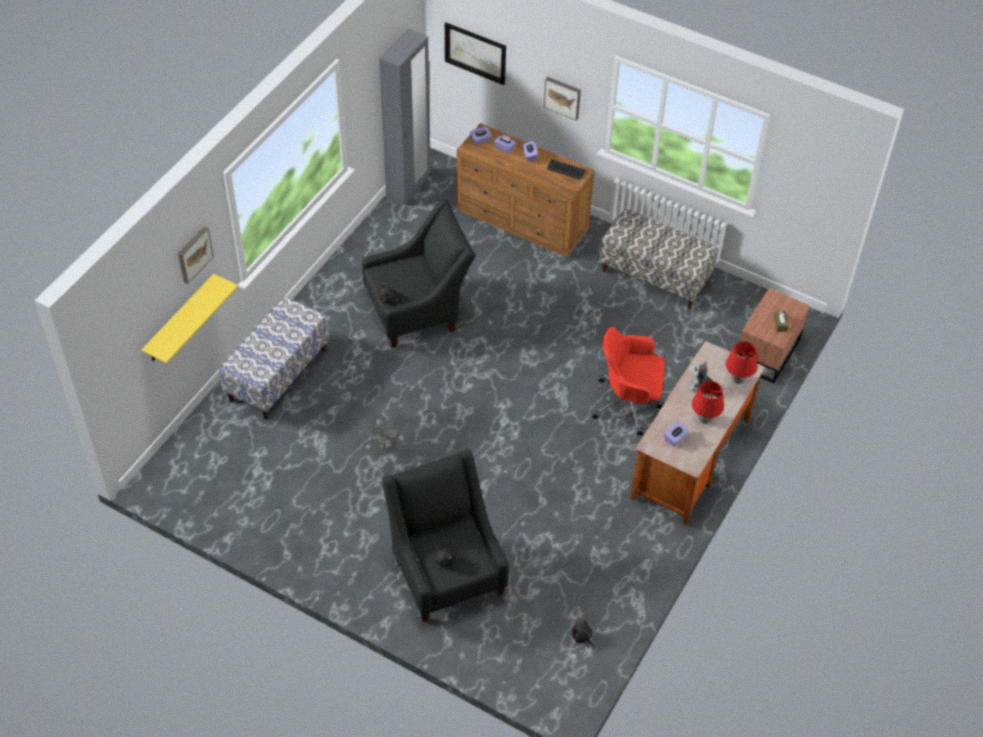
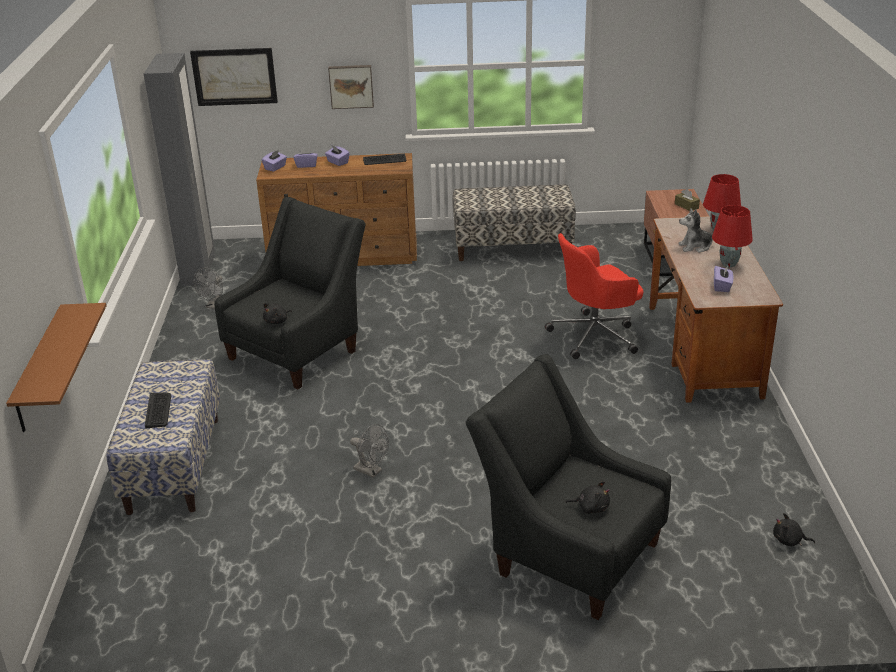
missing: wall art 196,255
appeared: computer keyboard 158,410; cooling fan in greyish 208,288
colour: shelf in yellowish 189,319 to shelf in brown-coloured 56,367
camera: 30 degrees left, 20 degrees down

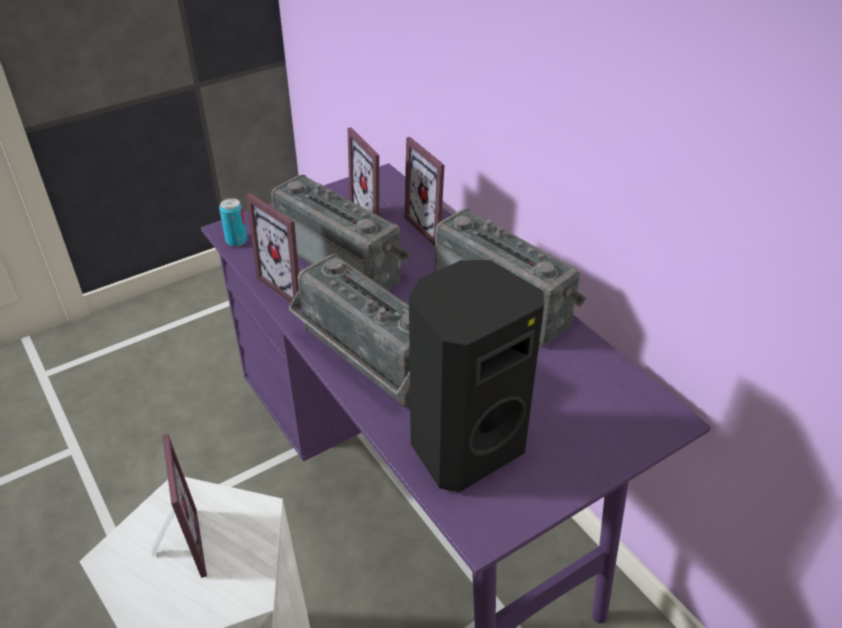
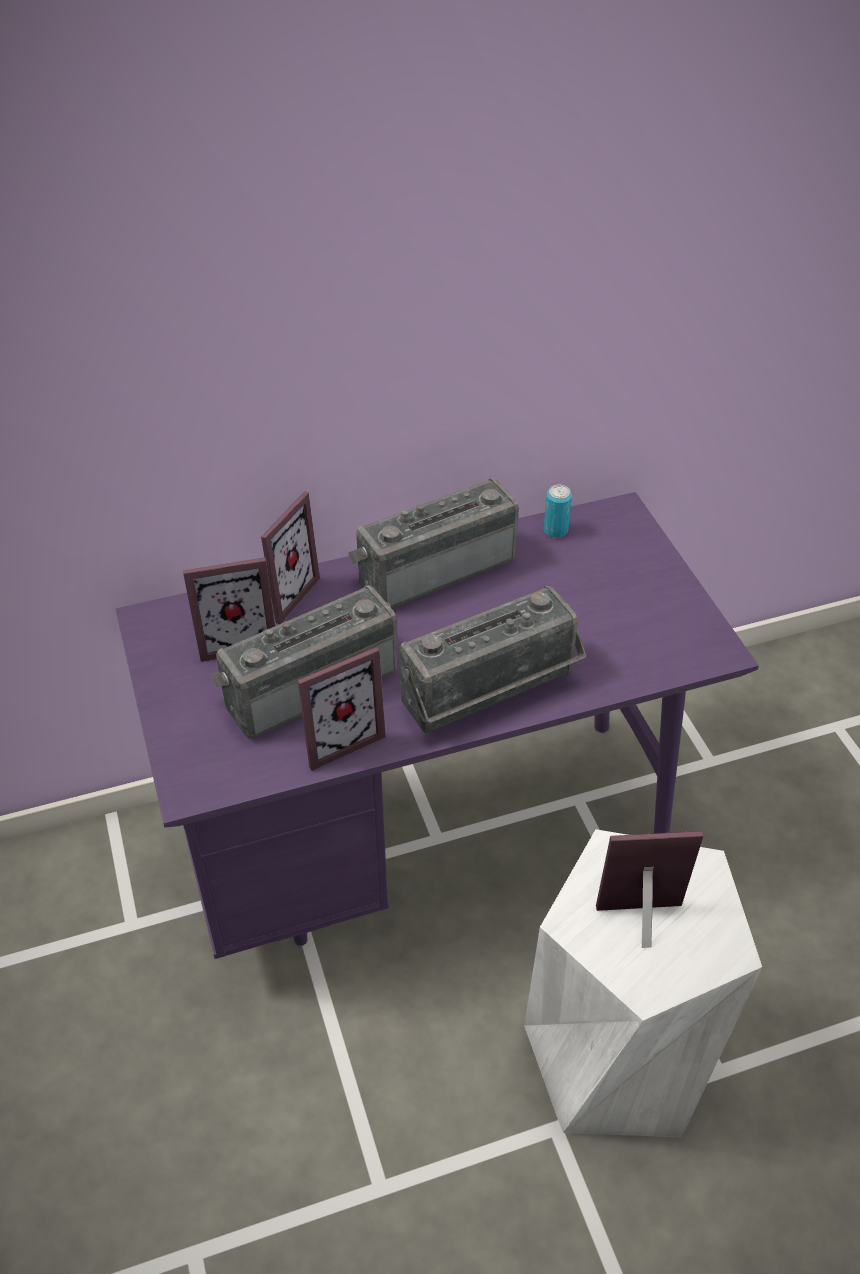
missing: speaker in blackish 476,376
relocated: metal can 233,222 to 558,511
spun: photo frame 426,192 = 290,557 45 degrees counterclockwise
camera: 75 degrees left, 5 degrees up

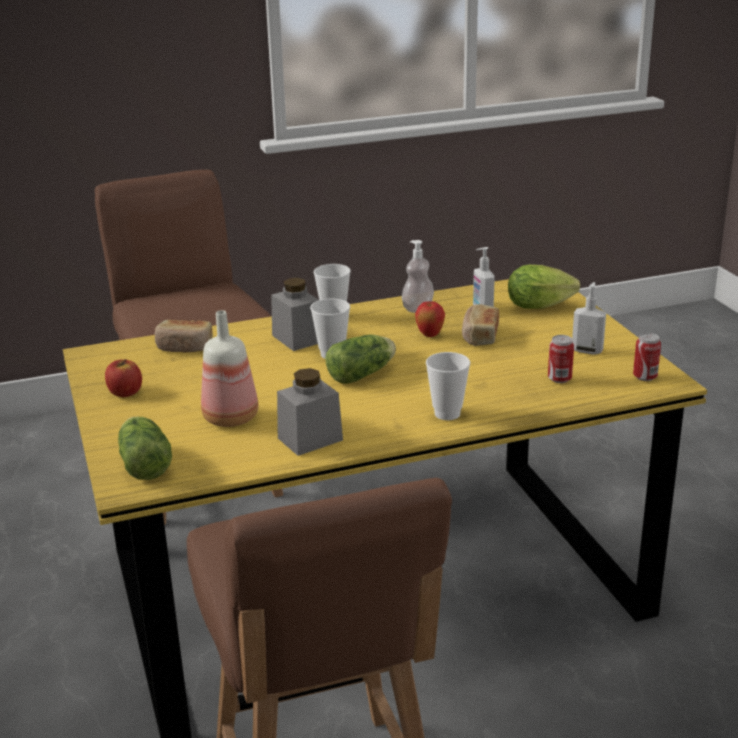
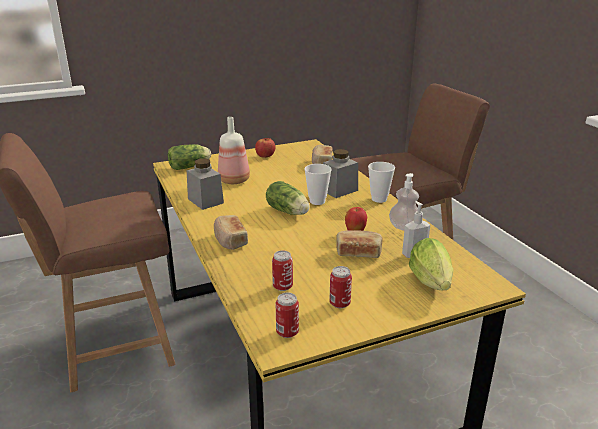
exchanged: cup 448,386 to bakery bread 231,232; liquid soap bottle 589,318 to metal can 340,287
camera: 85 degrees right, 0 degrees up

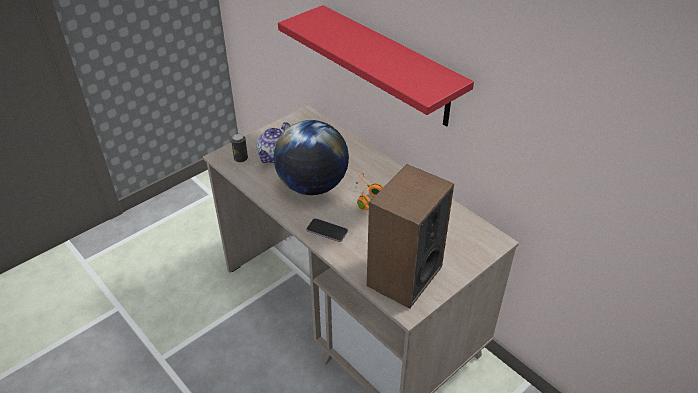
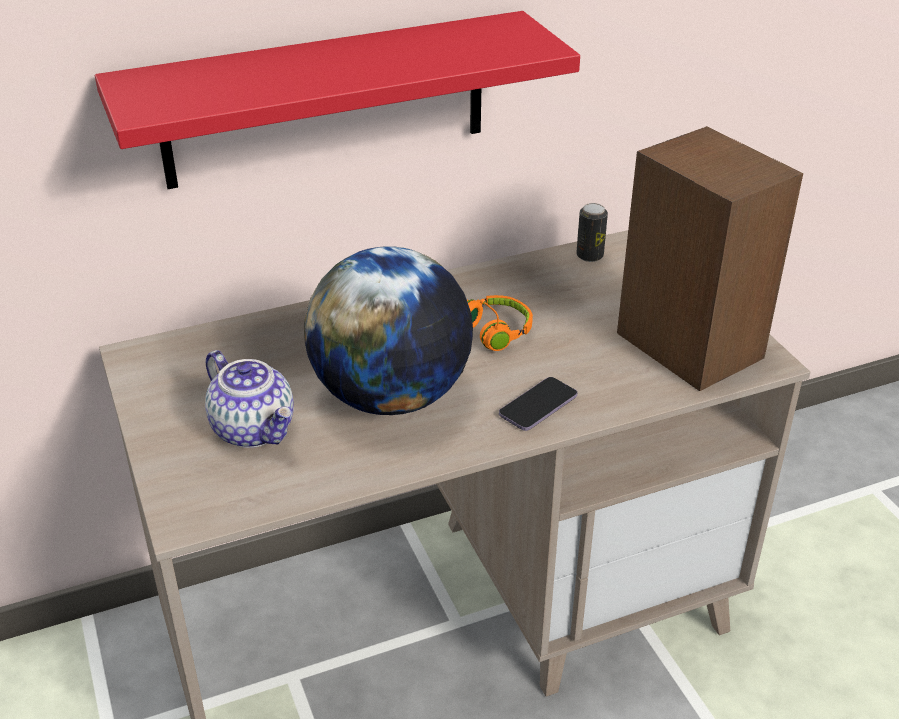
relocated: metal can 239,148 to 592,232
camera: 70 degrees left, 5 degrees down

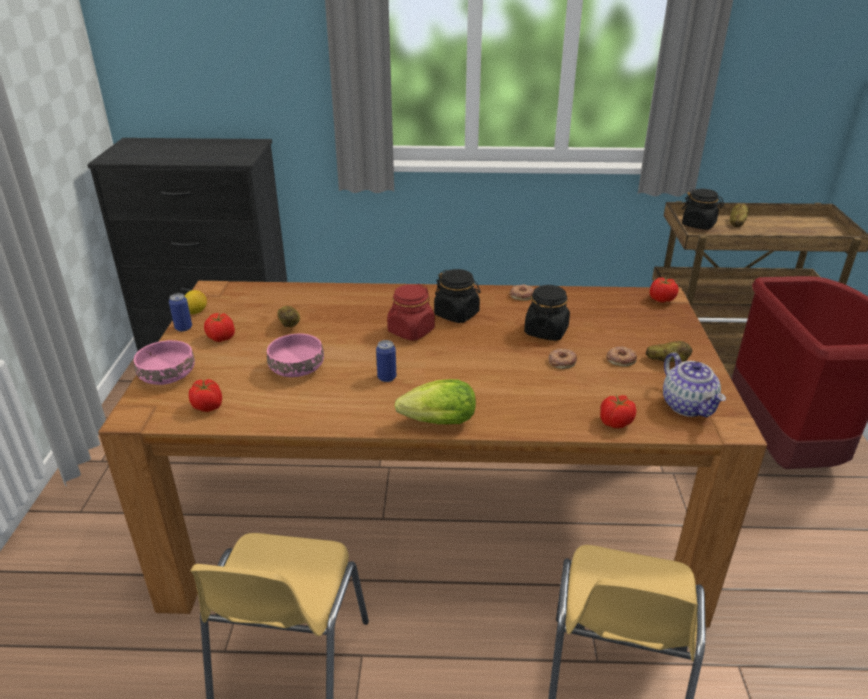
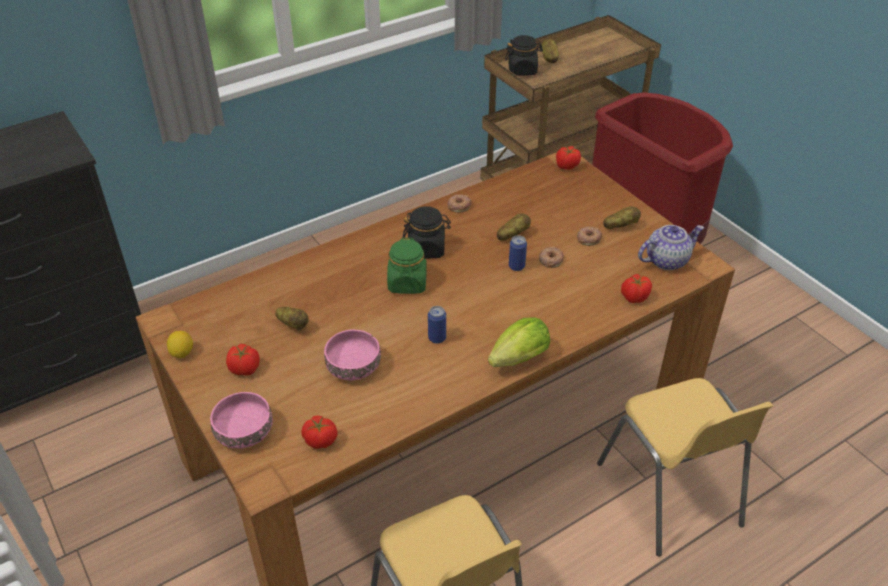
relocated: metal can 180,312 to 518,253
exchanged: jar in blackish 547,313 to potato 514,227
colour: jar in red 411,312 to jar in green 407,266
spun: pot for tea 694,384 = 671,247 60 degrees counterclockwise
camera: 35 degrees left, 10 degrees up

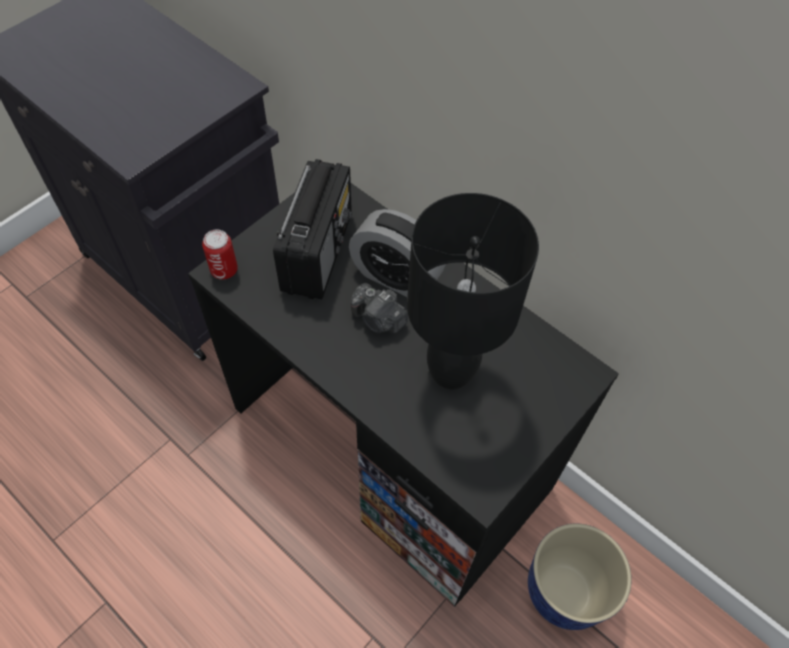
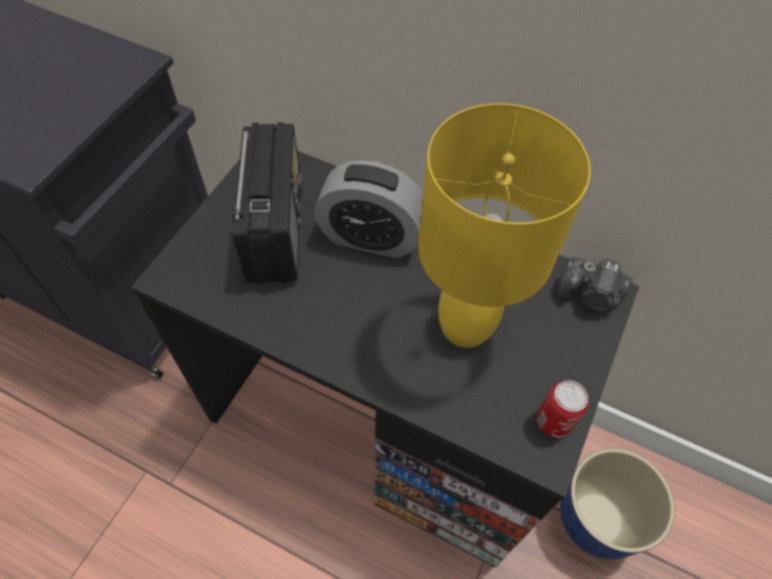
relocated: metal can 220,254 to 563,409; still camera 379,308 to 596,284
colour: lamp for a table in blackish 473,291 to lamp for a table in yellowish 504,225
camera: 15 degrees left, 0 degrees up

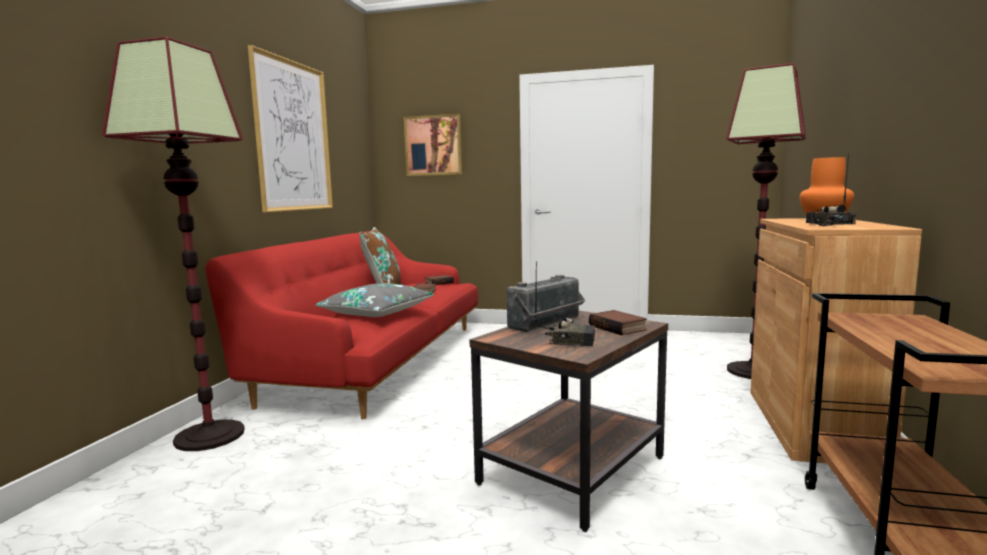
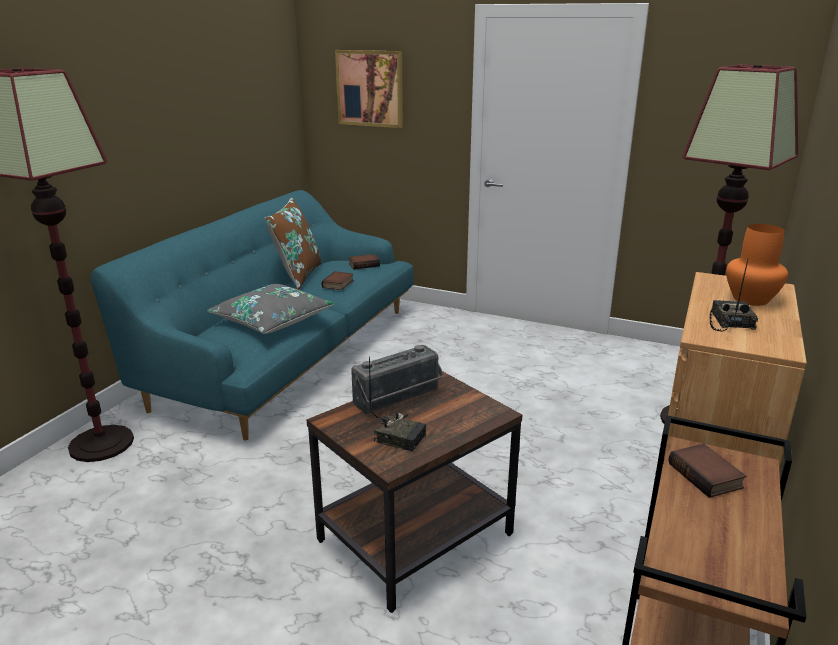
missing: wall art 290,128
relocated: volume 618,322 to 707,471
colour: settee in red 342,325 to settee in blue-green 252,315
camera: 10 degrees right, 15 degrees up

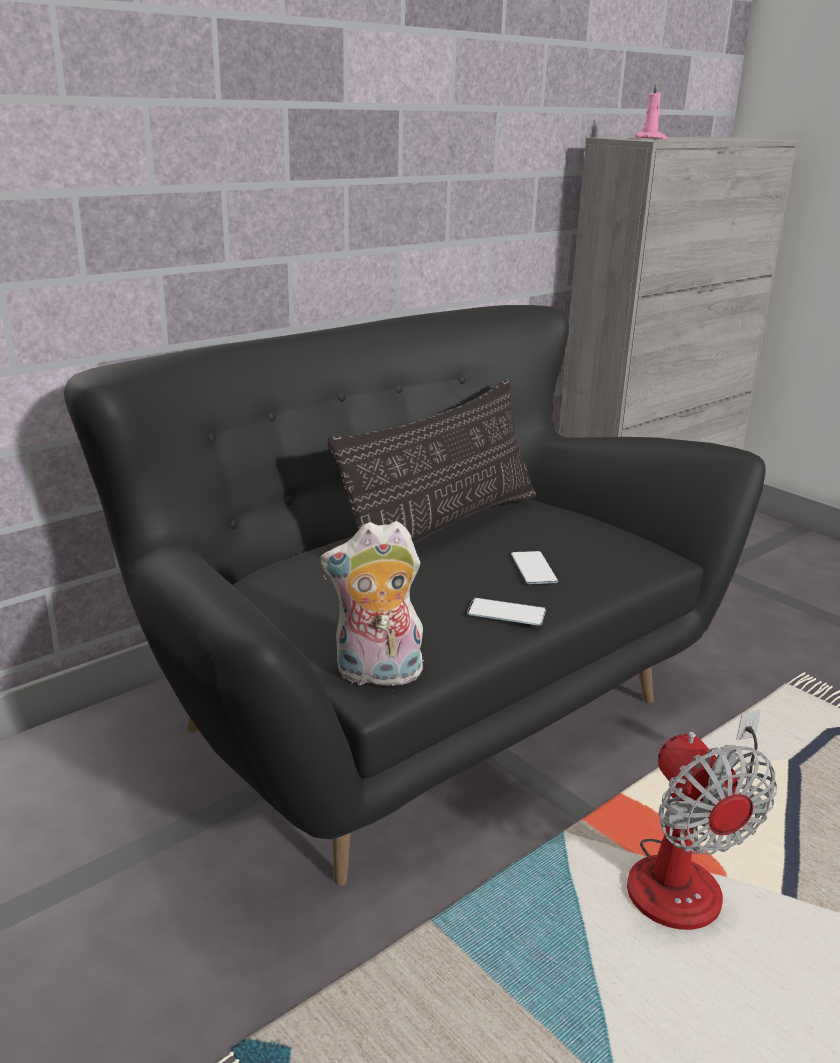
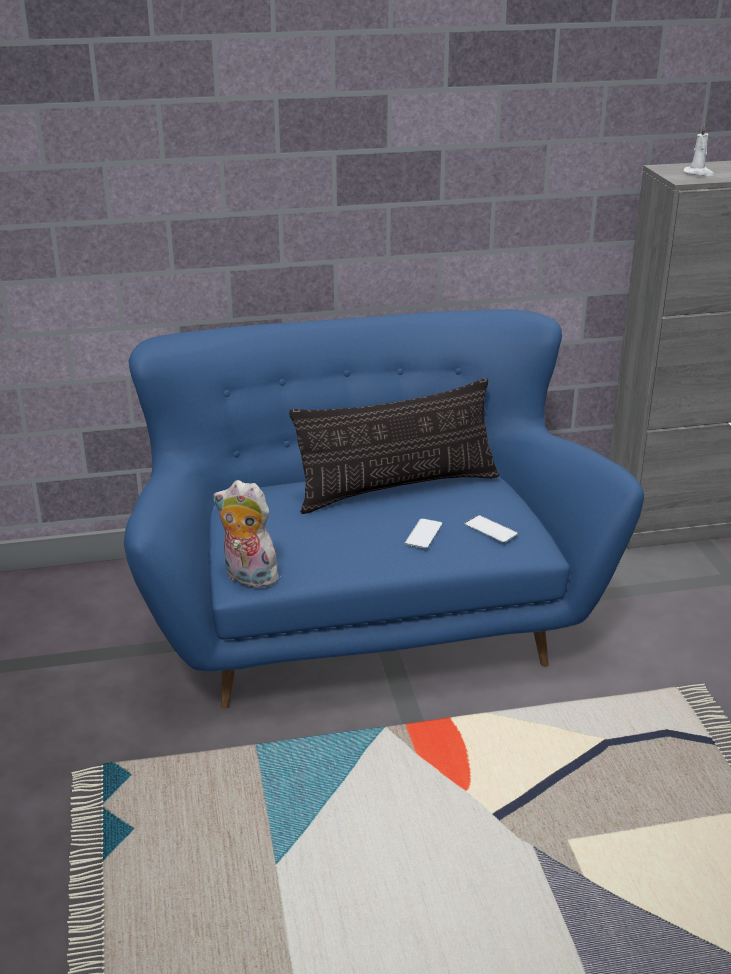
missing: cooling fan 702,820
relocated: phone 506,612 to 491,529
colour: settee in blackish 414,595 to settee in blue-coloured 384,509; wax light in pink-coloured 651,110 to wax light in white-coloured 699,150
camera: 30 degrees right, 5 degrees up

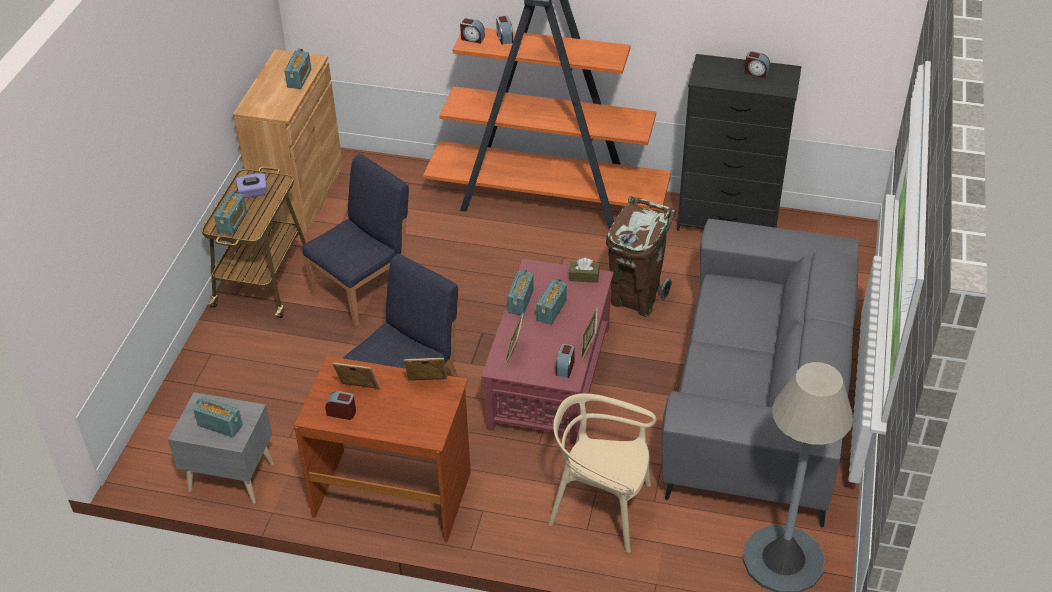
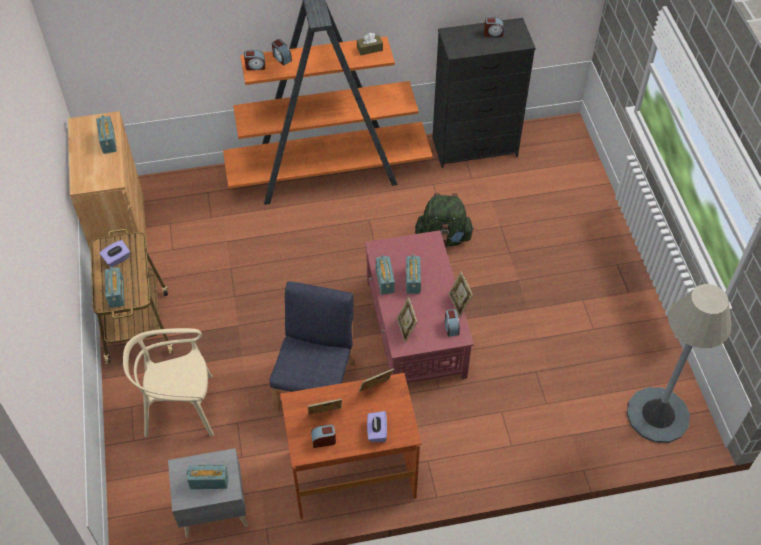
missing: plain chair in blue-coloured 355,240; settee in greyish 760,373
appeared: box of tissues in purple 377,426
relocated: plain chair in beige-coloured 602,473 to 168,382; box of tissues in brown-coloured 584,270 to 370,44
exchanged: waste bin in brown-coloured 640,257 to backpack in green 444,220
camera: 25 degrees left, 10 degrees up

